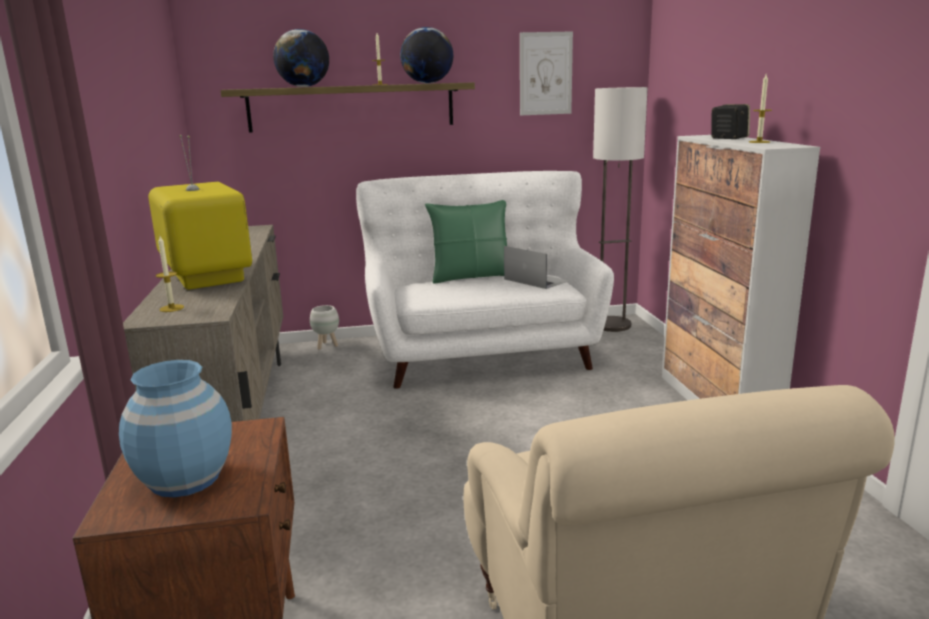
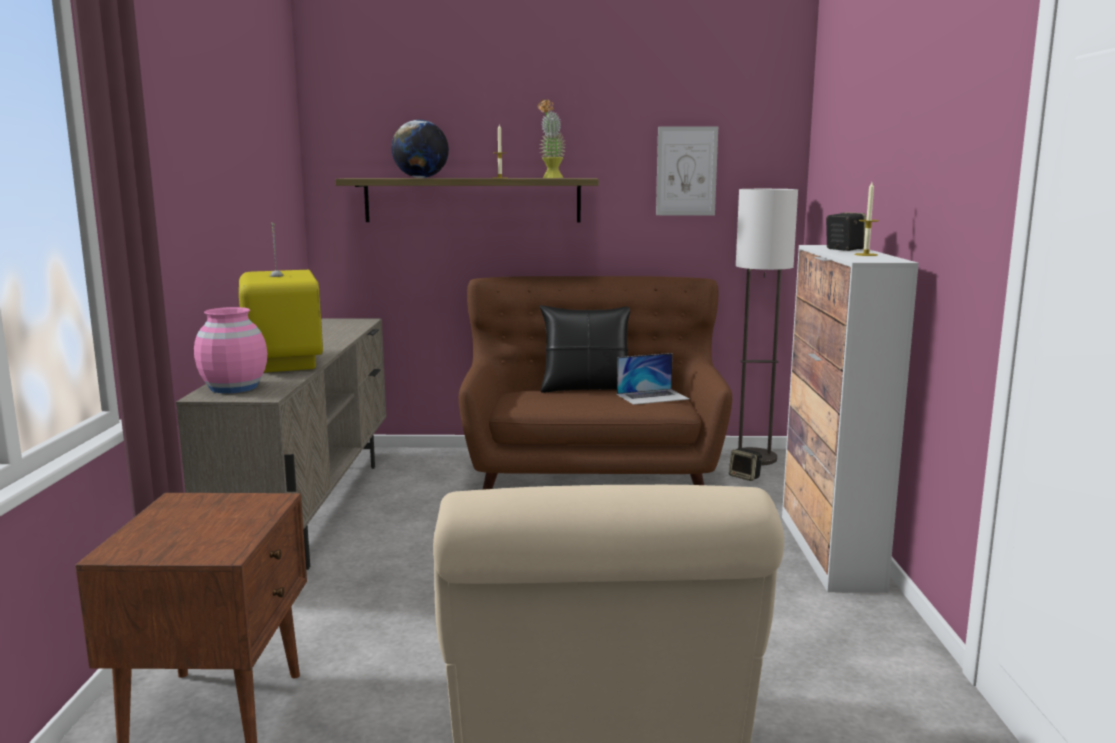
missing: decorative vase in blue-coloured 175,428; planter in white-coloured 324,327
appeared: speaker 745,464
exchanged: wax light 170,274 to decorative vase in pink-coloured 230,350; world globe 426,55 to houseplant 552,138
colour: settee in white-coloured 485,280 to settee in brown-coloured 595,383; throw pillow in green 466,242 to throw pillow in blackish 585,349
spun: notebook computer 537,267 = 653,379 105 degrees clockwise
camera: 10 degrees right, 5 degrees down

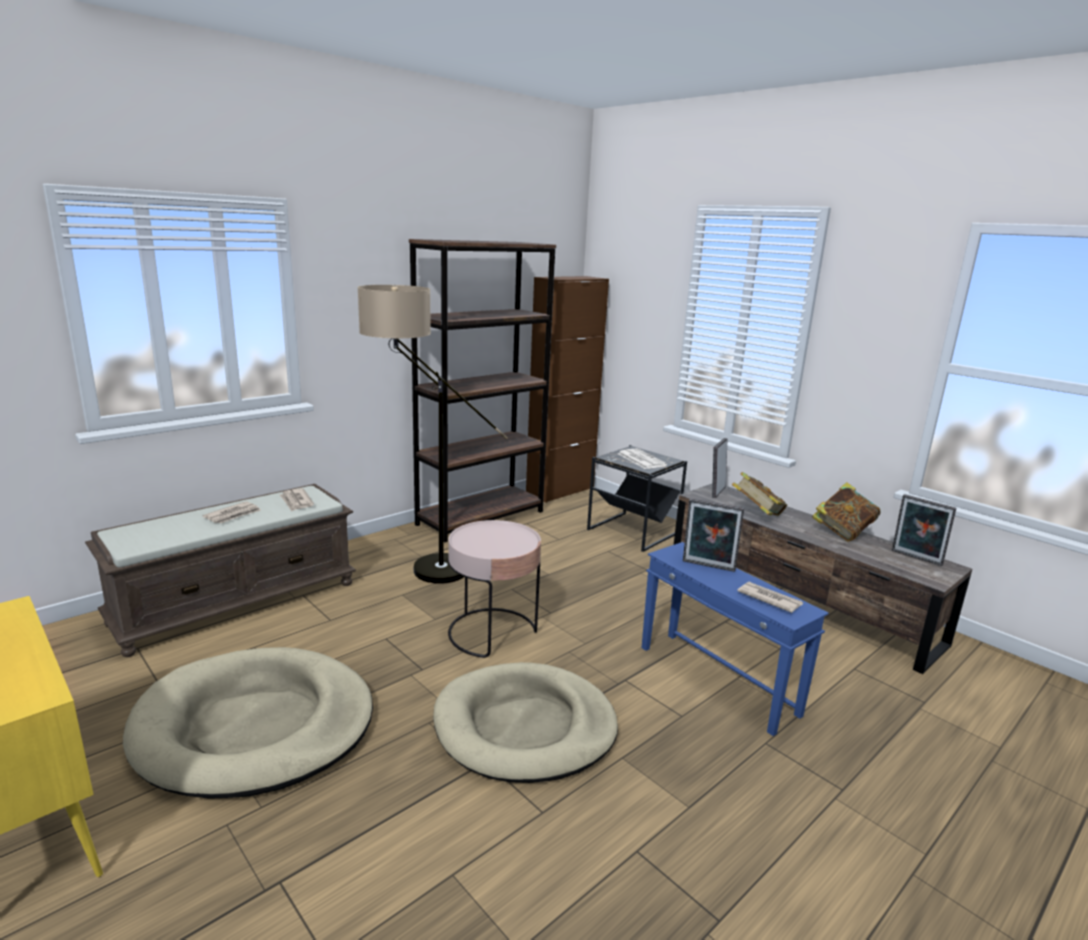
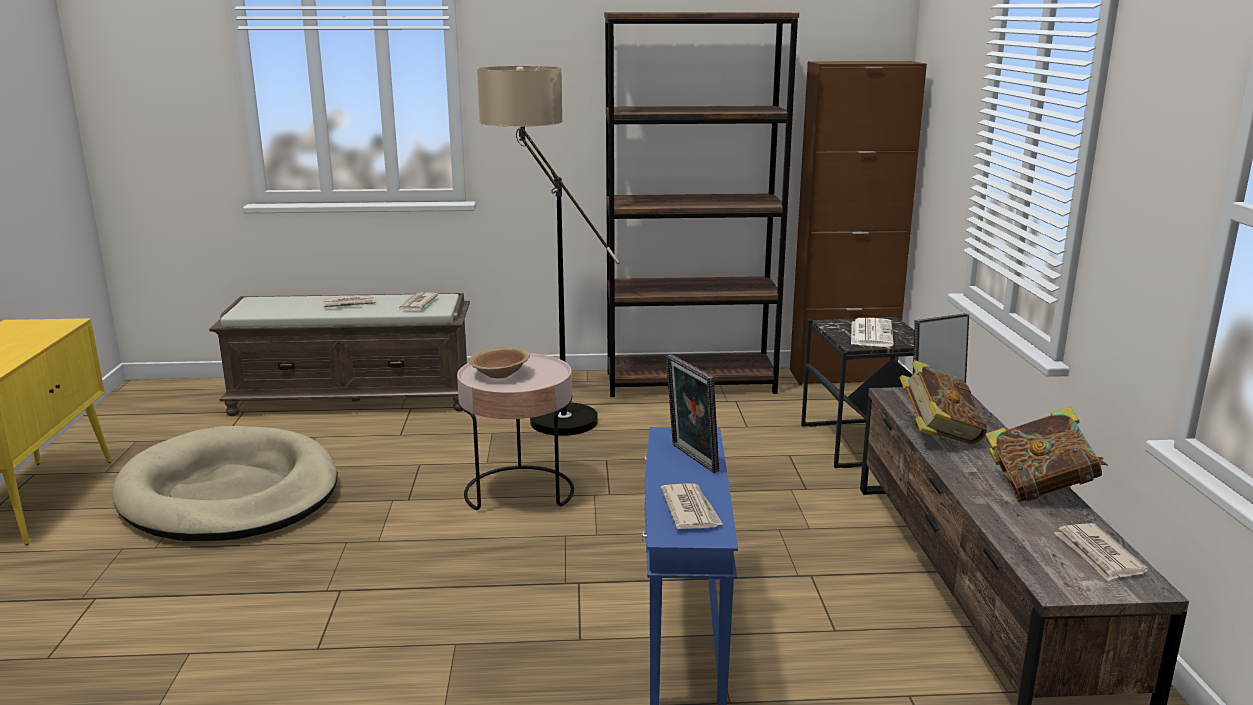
missing: pet bed in beige-coloured 525,722
appeared: serving bowl in brown-coloured 499,362
exchanged: photo frame 924,530 to printed paper 1101,552
camera: 40 degrees right, 0 degrees up

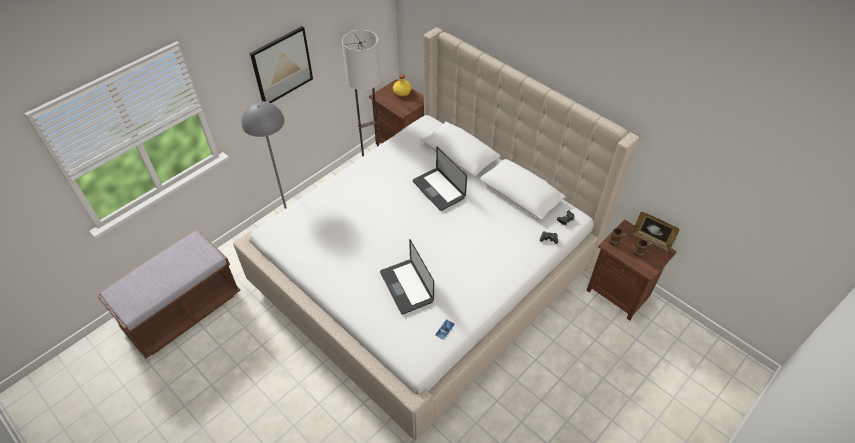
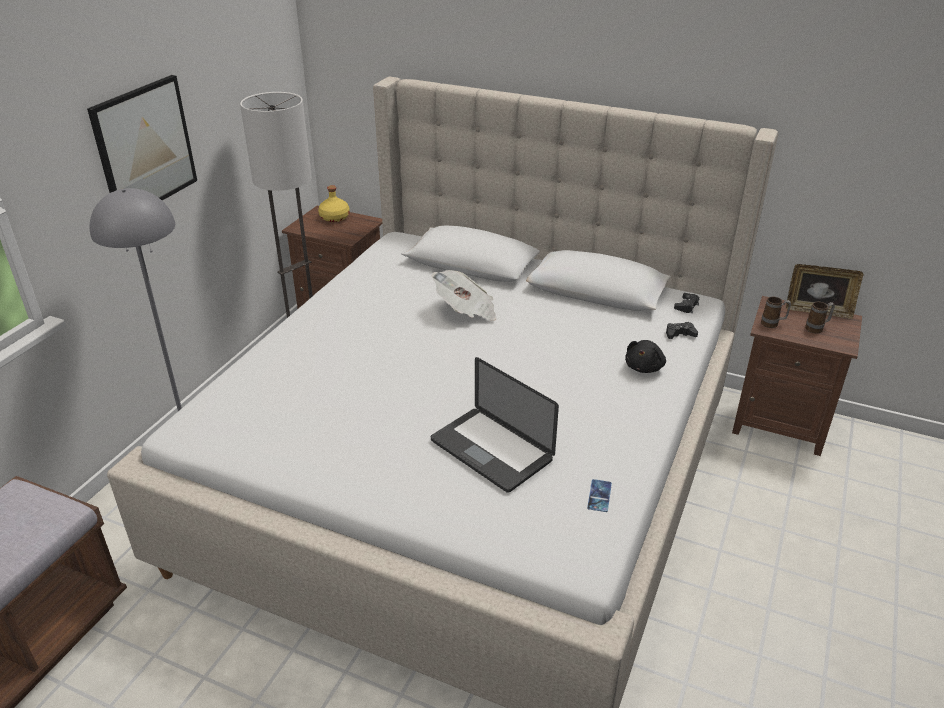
appeared: plush toy in blackish 645,356
exchanged: notebook computer 440,179 to printed paper 464,295
camera: 20 degrees left, 15 degrees down

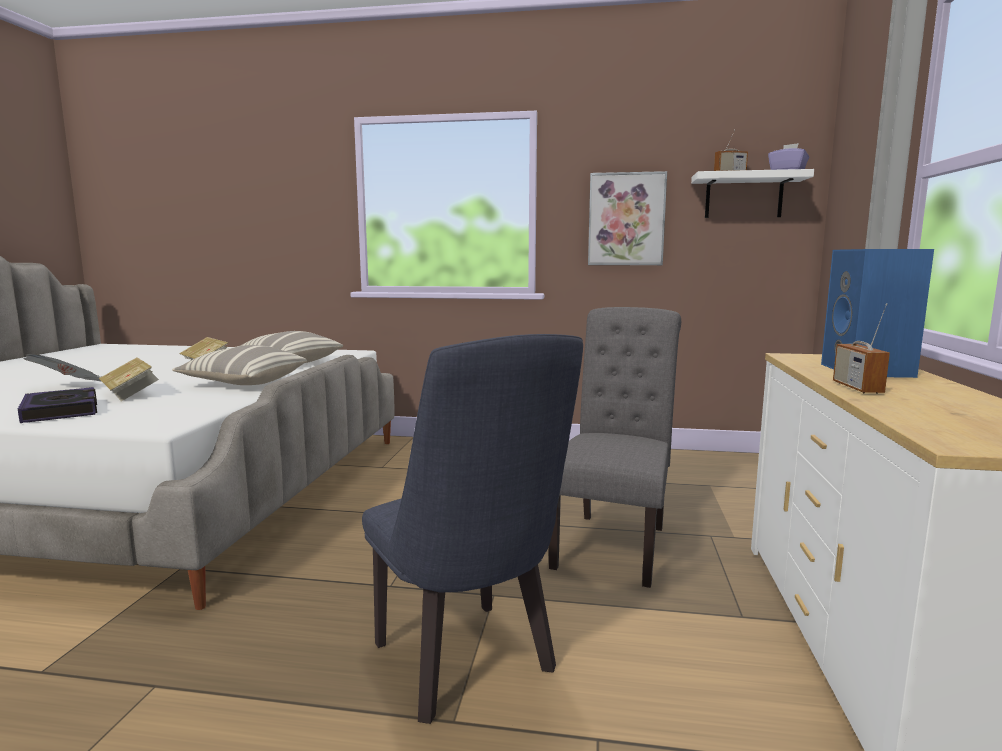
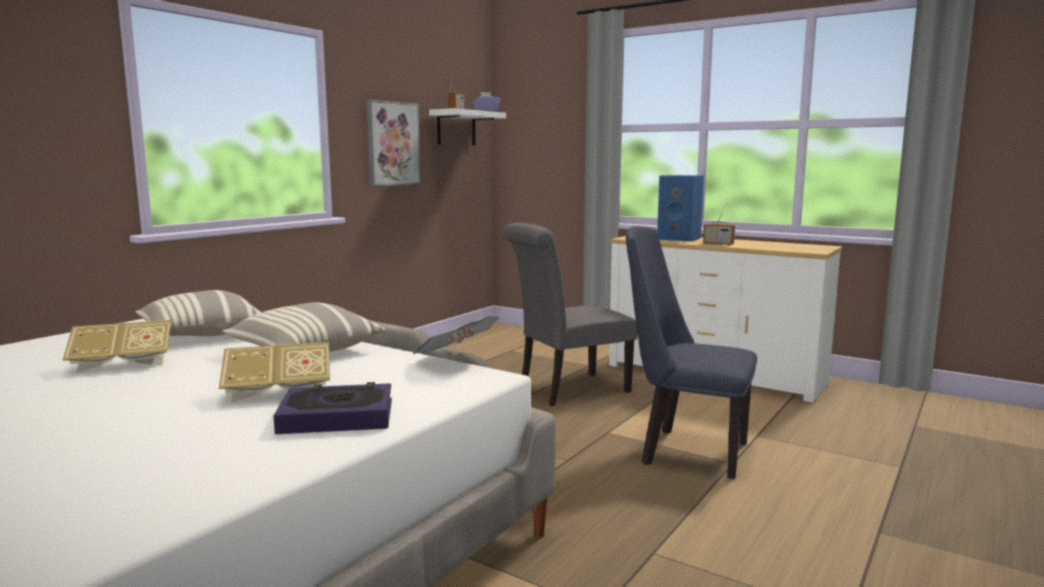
relocated: printed paper 62,367 to 455,335
spun: plain chair in blue-coloured 472,529 = 691,352 150 degrees counterclockwise; plain chair in greyish 615,447 = 570,314 75 degrees counterclockwise
camera: 65 degrees left, 0 degrees up

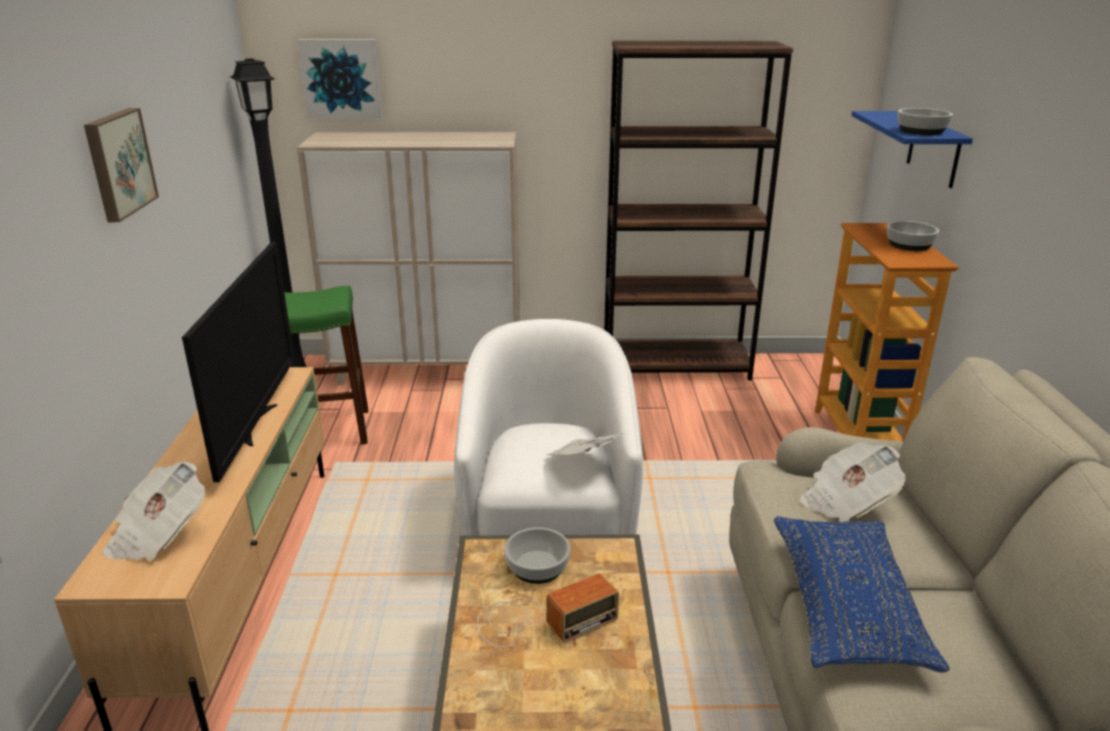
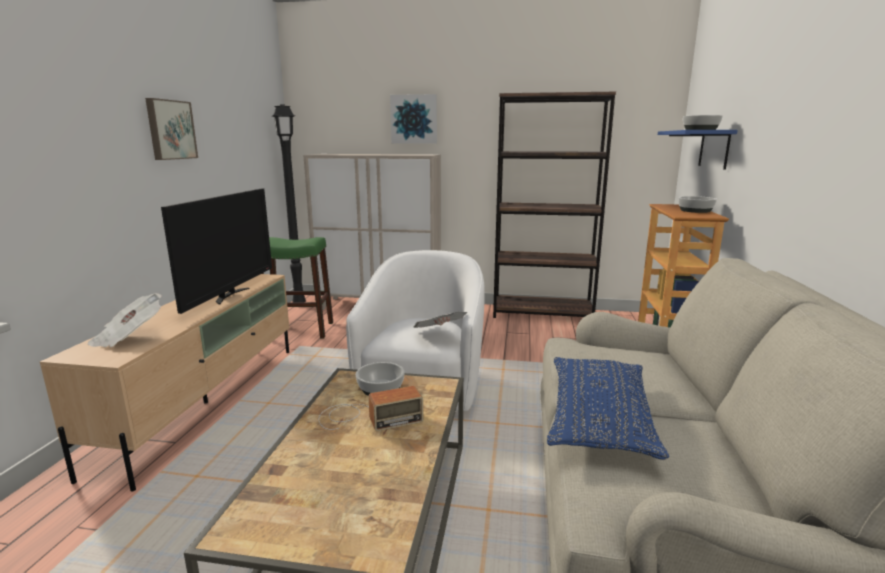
missing: printed paper 853,482
relocated: wall art 340,79 to 413,118
camera: 10 degrees right, 10 degrees down

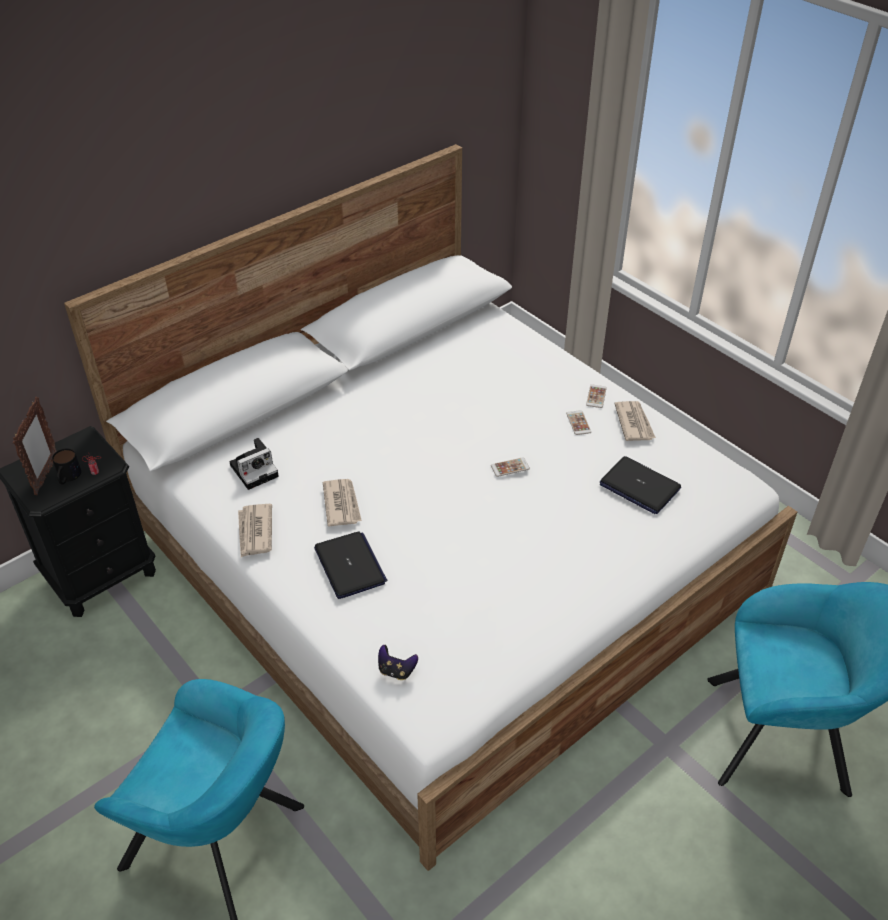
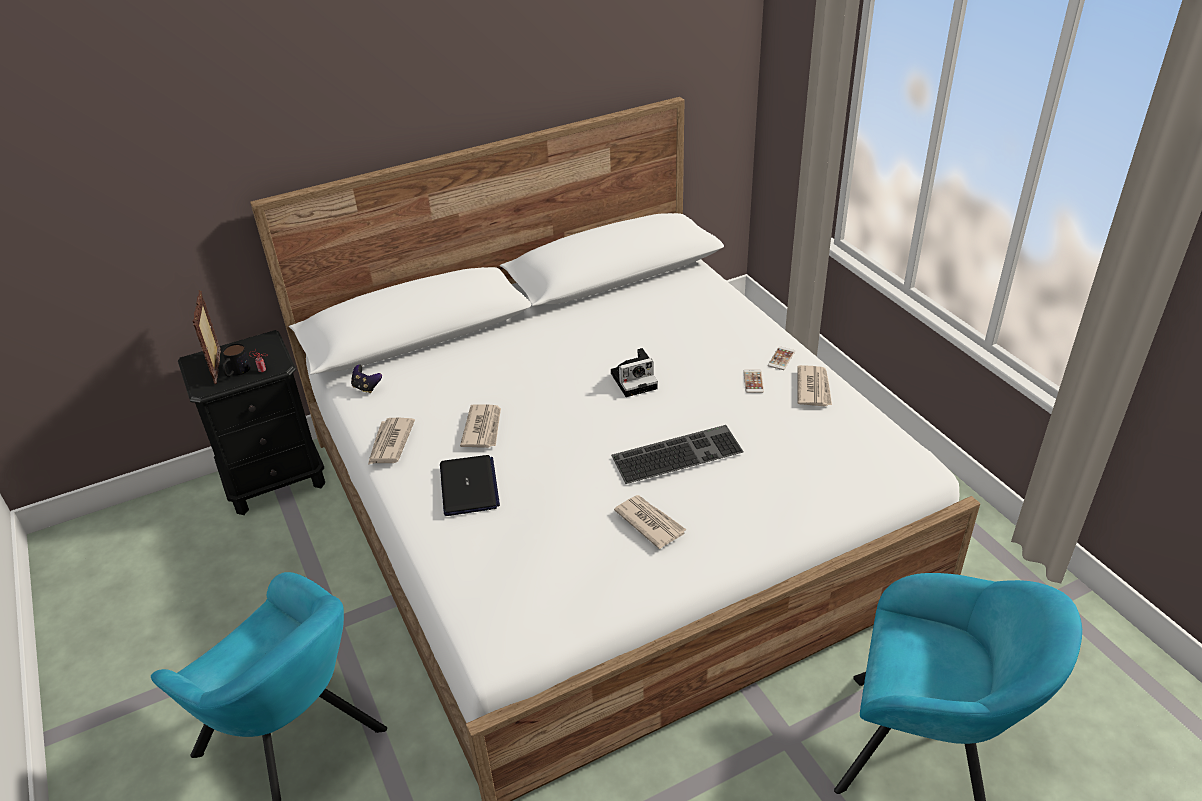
missing: phone 510,467; notebook computer 640,485
appeared: computer keyboard 677,454; printed paper 650,522
relocated: still camera 254,464 to 634,372; gamepad 398,662 to 366,379
spun: photo frame 35,446 = 207,337 150 degrees clockwise
camera: 15 degrees right, 5 degrees down

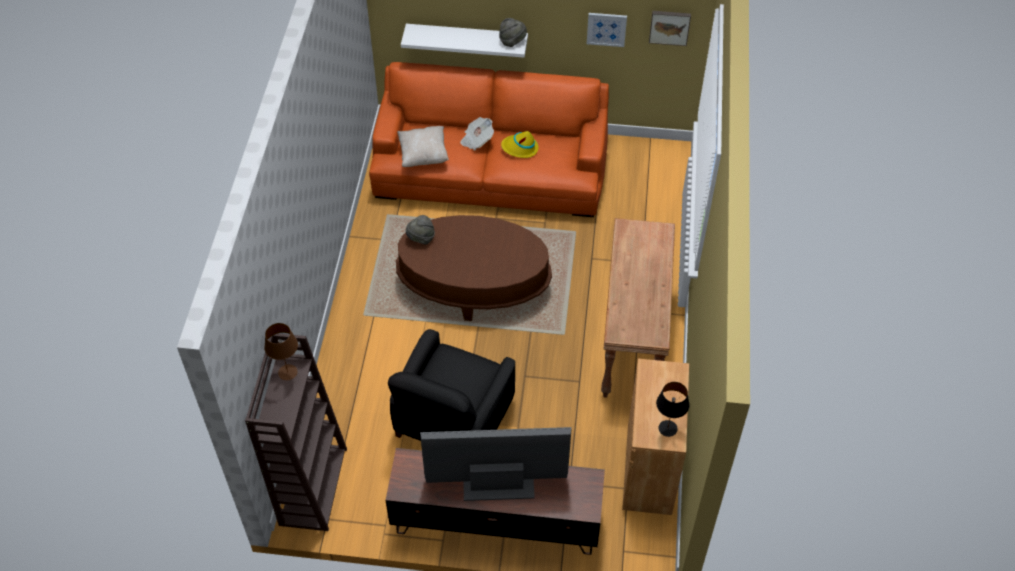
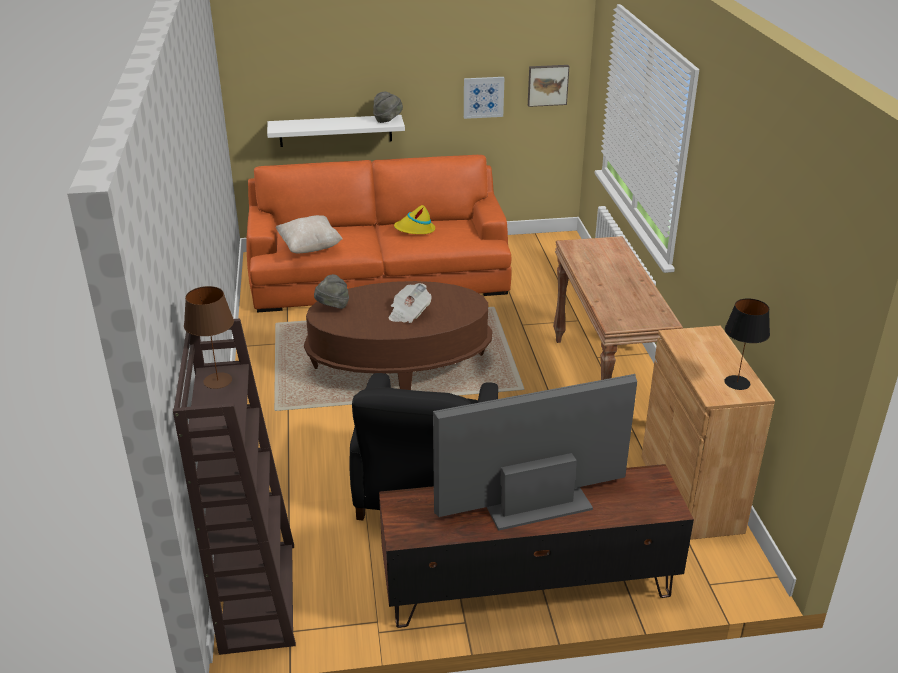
relocated: printed paper 477,133 to 410,303
camera: 15 degrees left, 20 degrees down

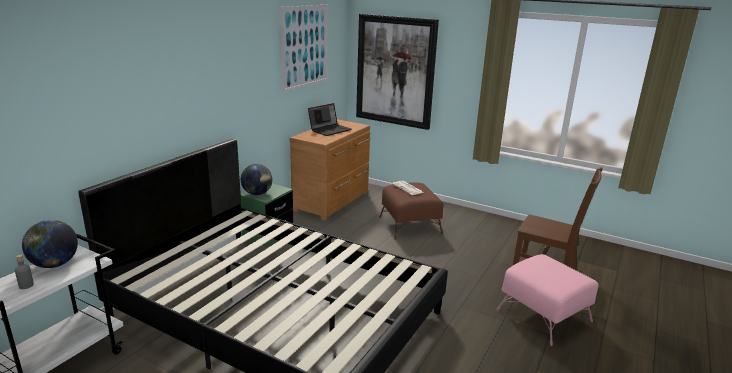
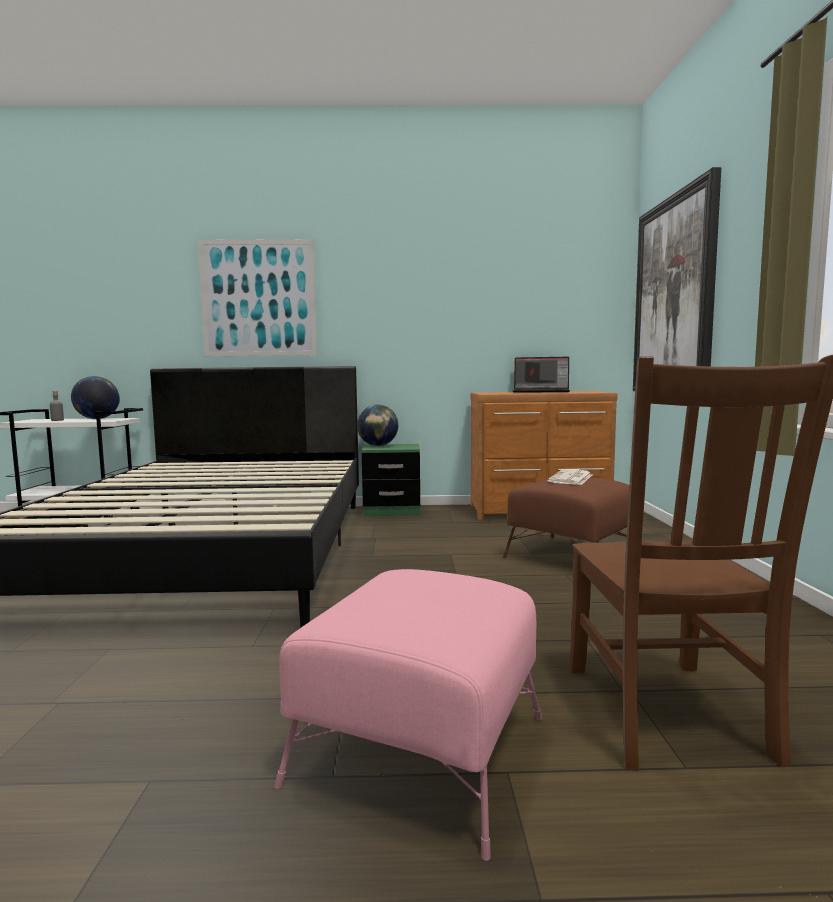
relocated: wall art 303,49 to 257,297
camera: 60 degrees right, 15 degrees down

